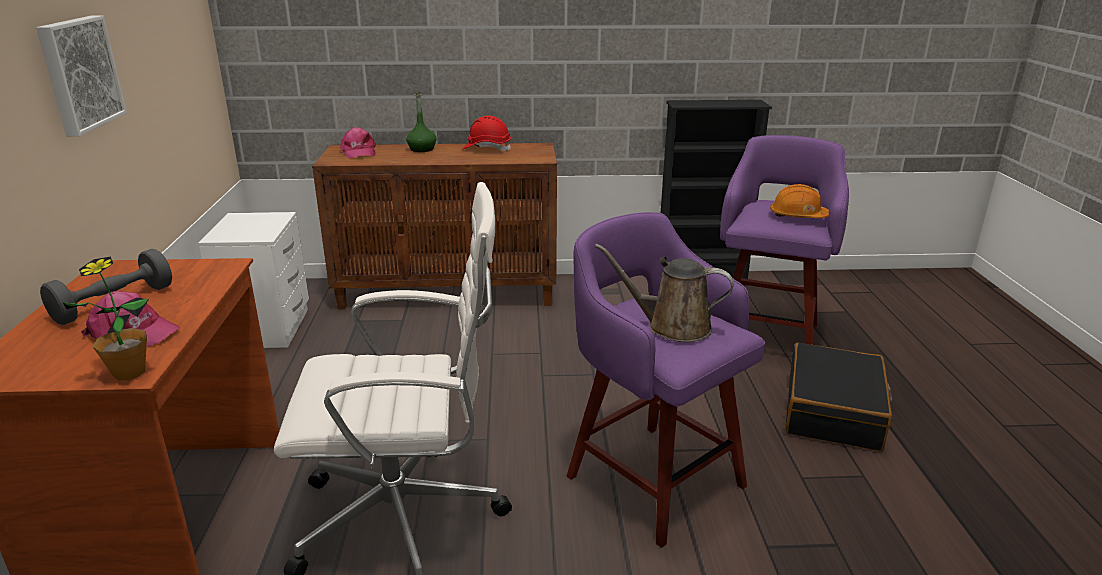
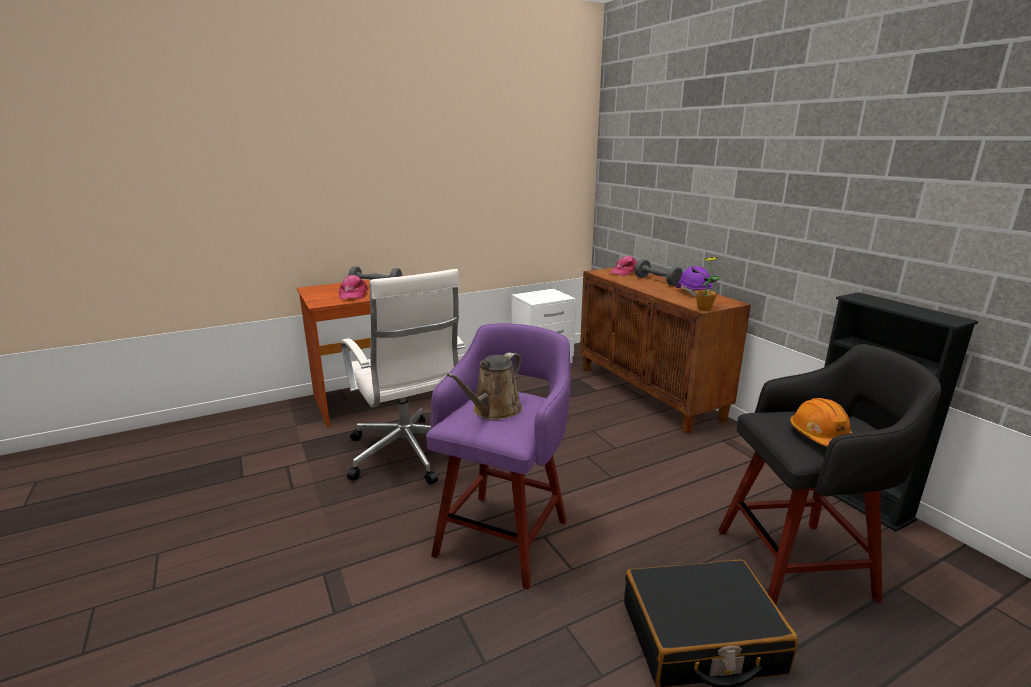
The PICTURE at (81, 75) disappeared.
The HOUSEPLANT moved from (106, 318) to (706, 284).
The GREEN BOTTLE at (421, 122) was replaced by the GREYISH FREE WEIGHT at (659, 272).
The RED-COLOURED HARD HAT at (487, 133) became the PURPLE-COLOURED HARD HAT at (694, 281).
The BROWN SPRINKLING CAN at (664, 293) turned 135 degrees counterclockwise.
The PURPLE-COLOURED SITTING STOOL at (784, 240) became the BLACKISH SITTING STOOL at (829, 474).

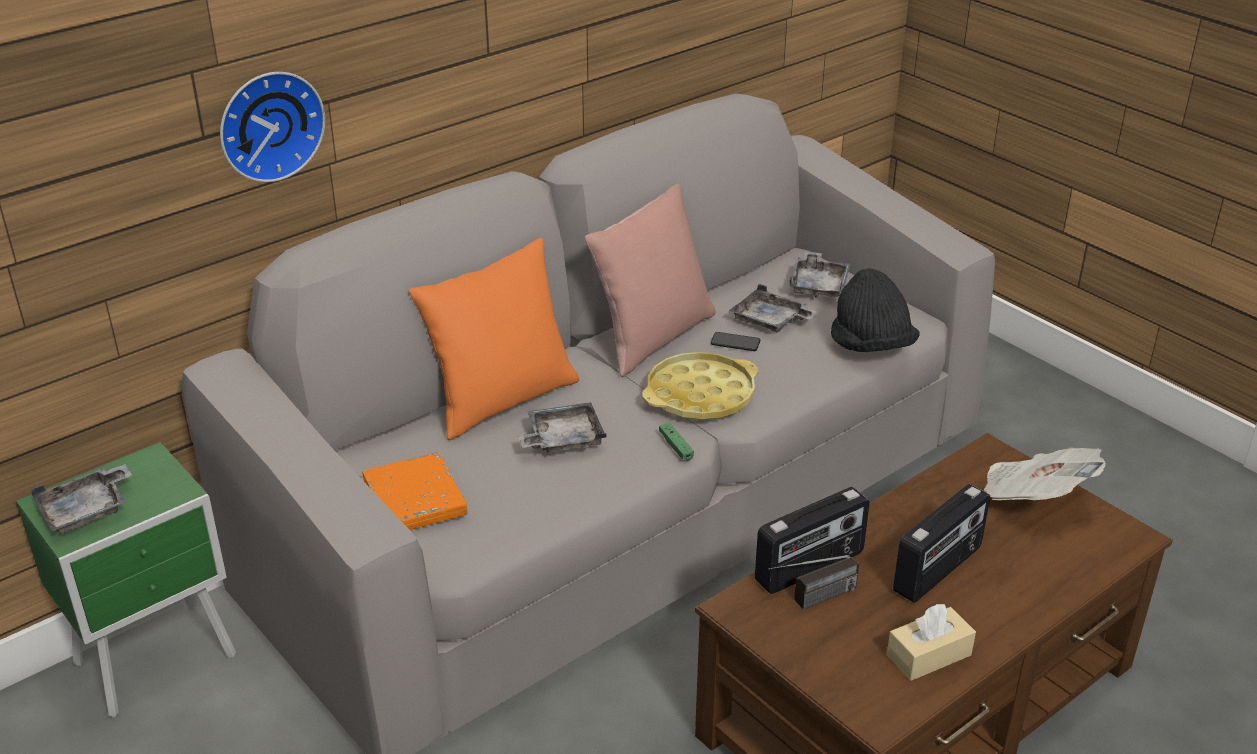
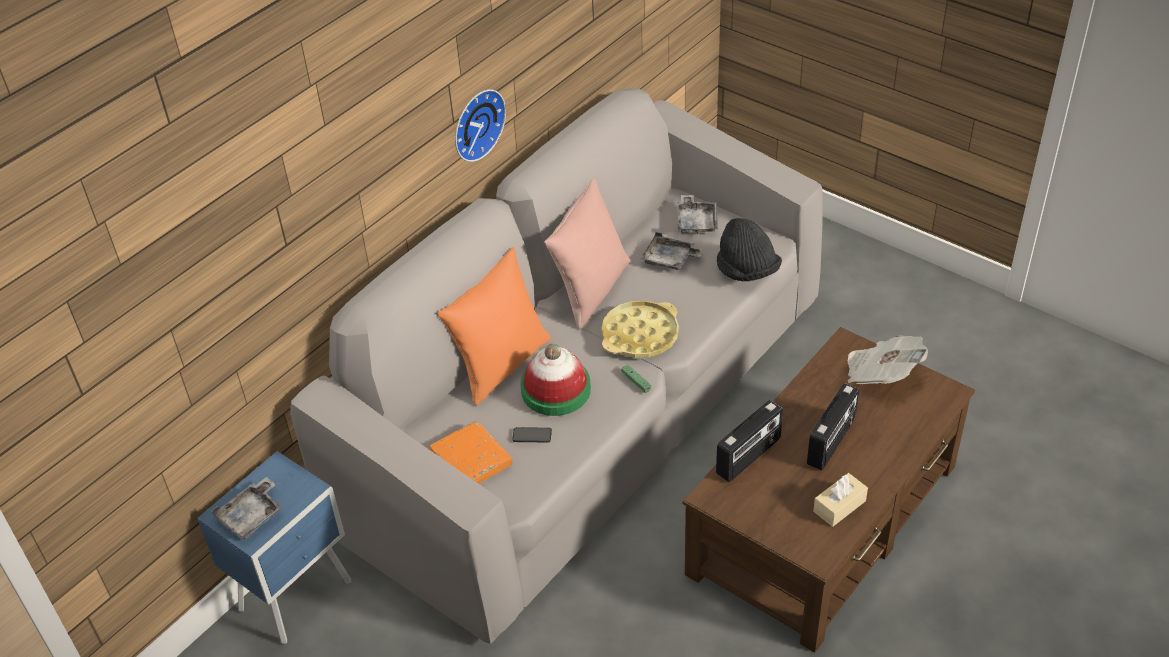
The GREEN NIGHT TABLE at (126, 580) became the BLUE NIGHT TABLE at (274, 547).
The HANGING CLOCK moved from (272, 127) to (480, 125).
The GREYISH CARRYING TRAY at (562, 427) was replaced by the HAT at (555, 380).
The TELEPHONE moved from (735, 341) to (532, 434).
The RADIO RECEIVER at (813, 582) disappeared.

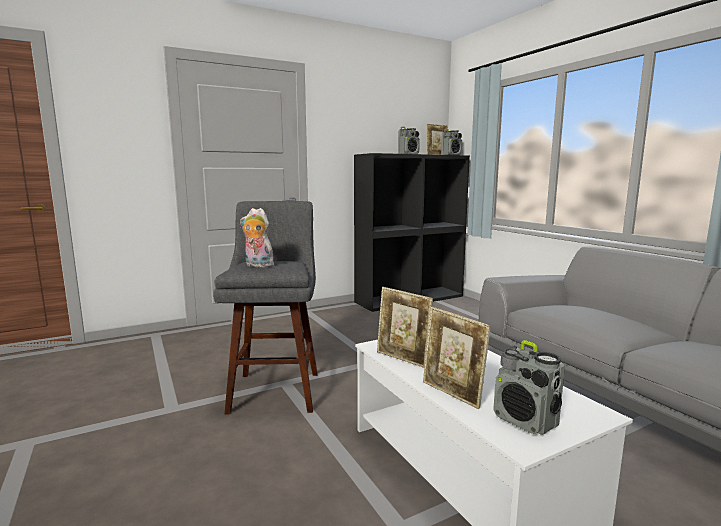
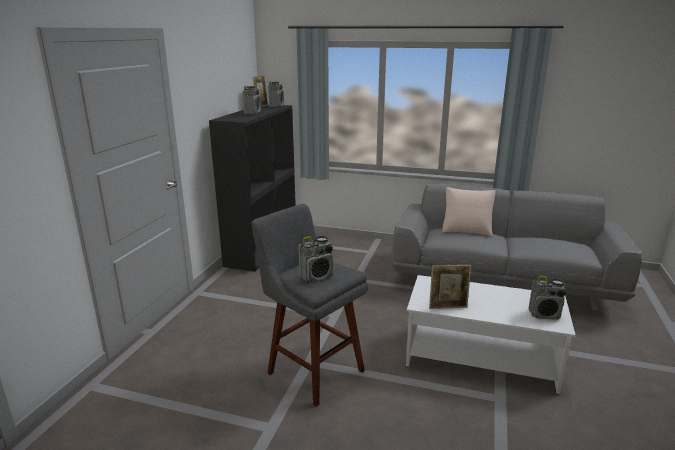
The PLUSH TOY at (257, 238) was replaced by the RADIO RECEIVER at (315, 259).
The PICTURE FRAME at (457, 358) disappeared.
The BEIGE-COLOURED CUSHION at (469, 212) appeared.

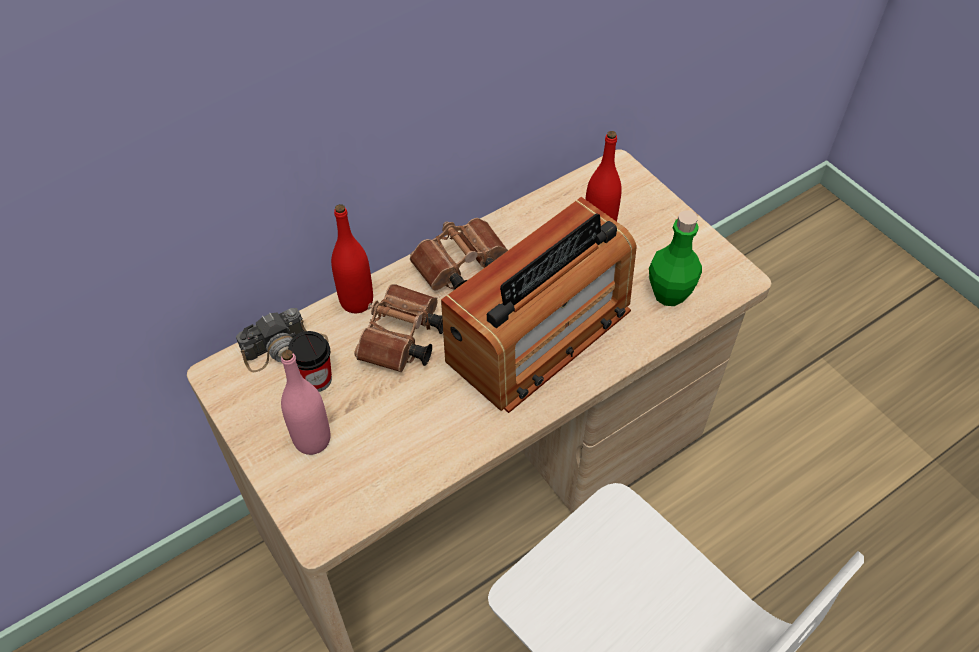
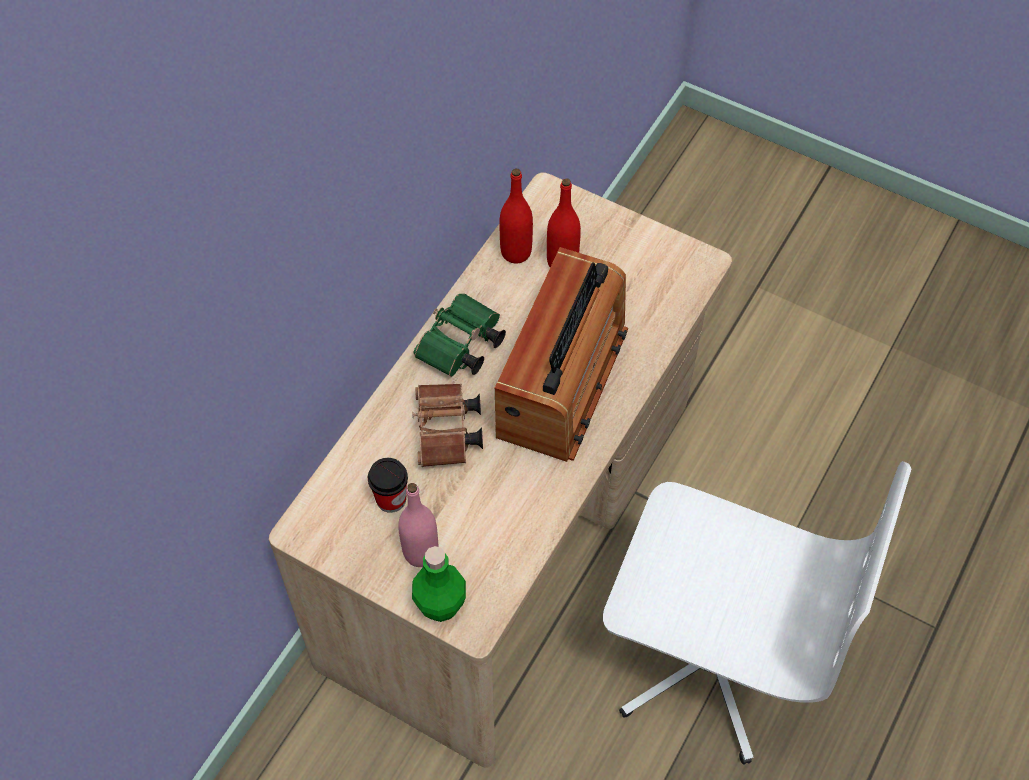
The STILL CAMERA at (282, 340) disappeared.
The RED-COLOURED BOTTLE moved from (352, 258) to (516, 216).
The BROWN PAIR OF BINOCULARS at (459, 254) became the GREEN PAIR OF BINOCULARS at (460, 335).
The GREEN BOTTLE moved from (675, 258) to (439, 584).

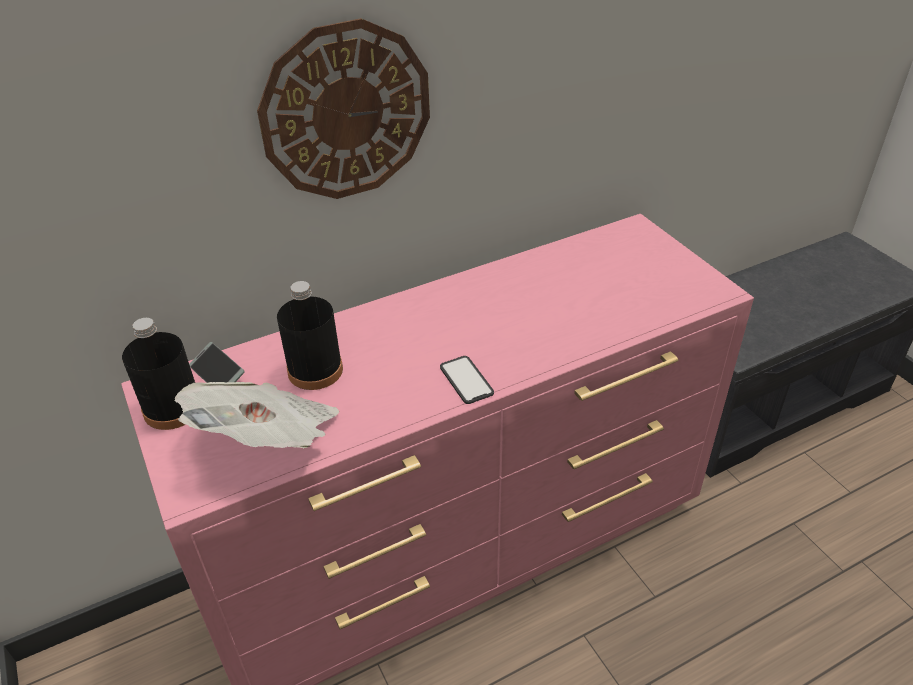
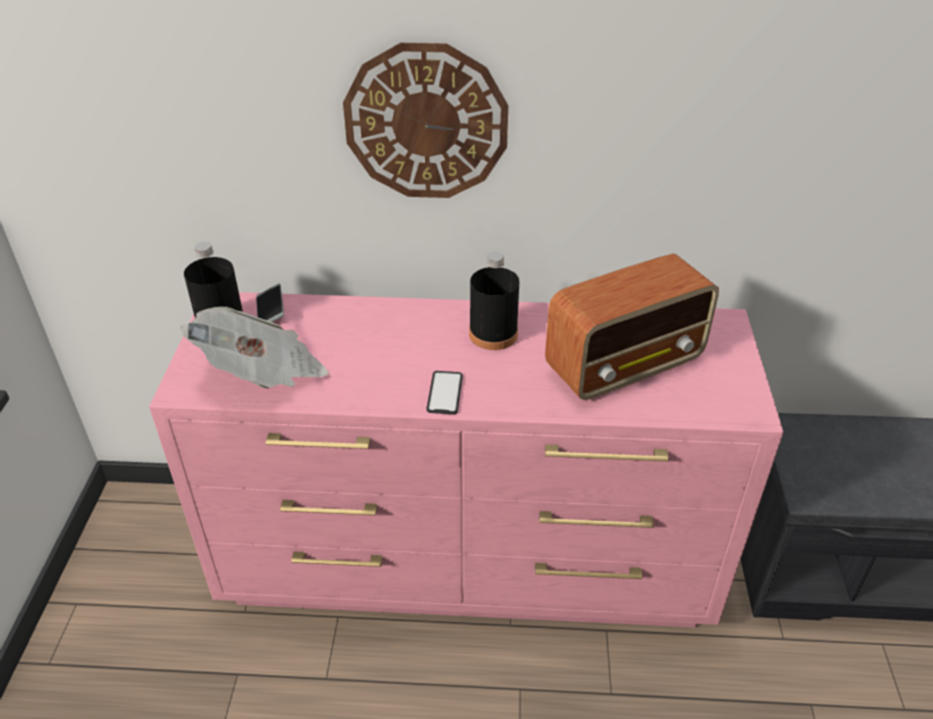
The BLACKISH BOTTLE moved from (310, 335) to (494, 301).
The RADIO RECEIVER at (632, 327) appeared.

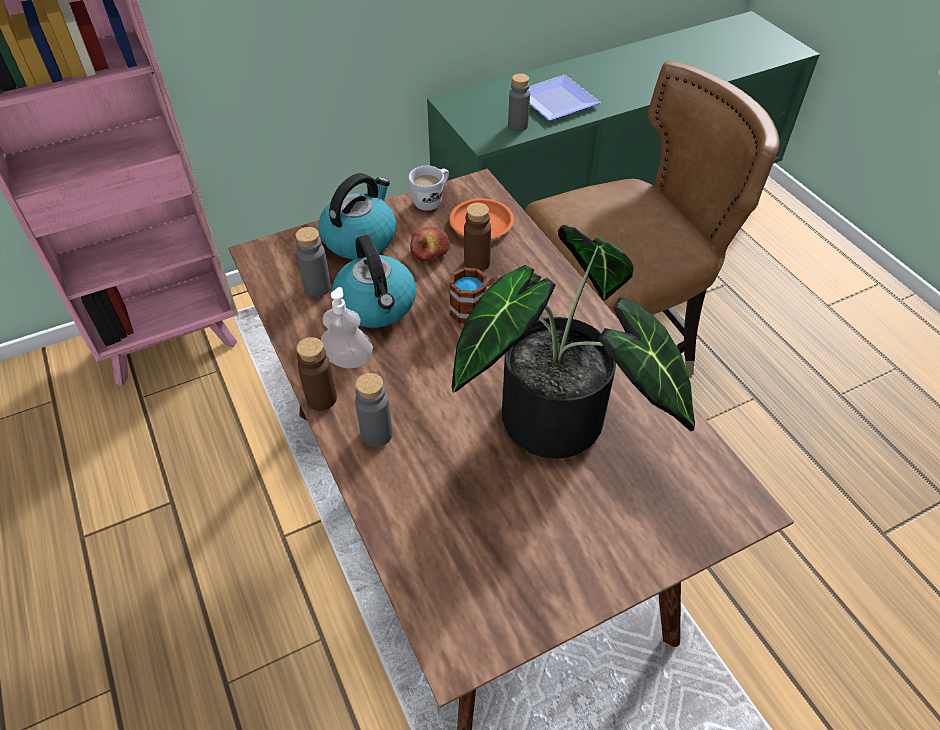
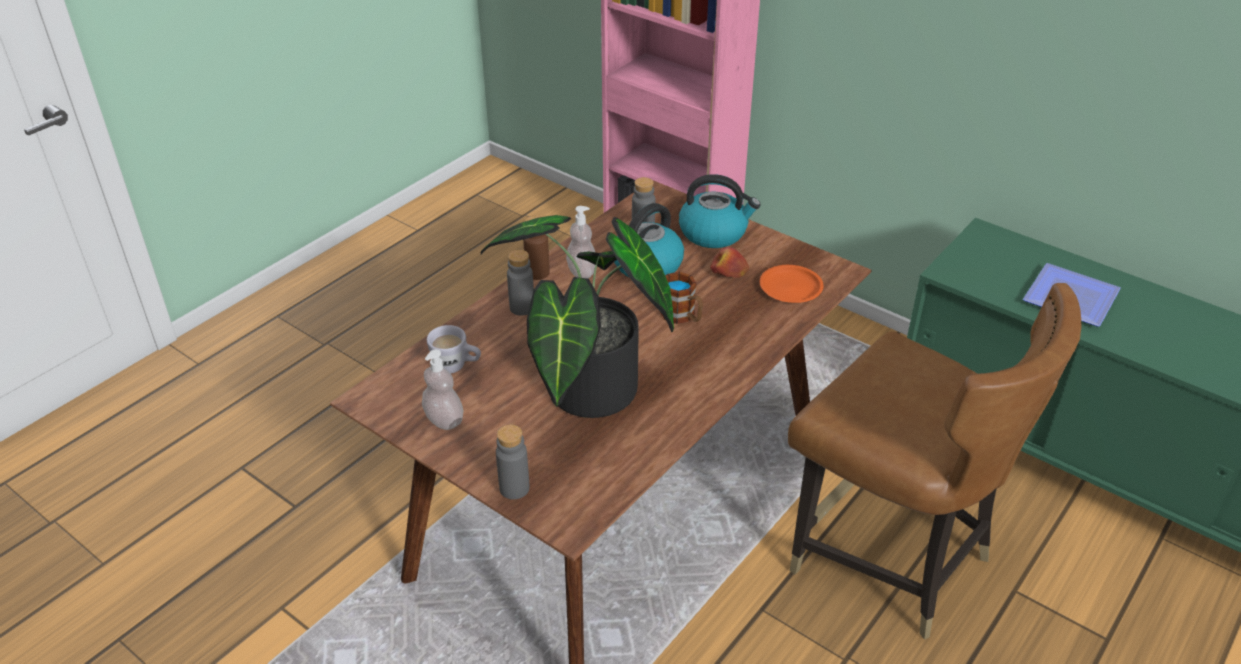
The WHITE COFFEE MUG moved from (428, 188) to (454, 349).
The BROWN BOTTLE at (477, 237) disappeared.
The GREYISH BOTTLE moved from (519, 102) to (513, 461).
The SOAP DISPENSER at (442, 389) appeared.

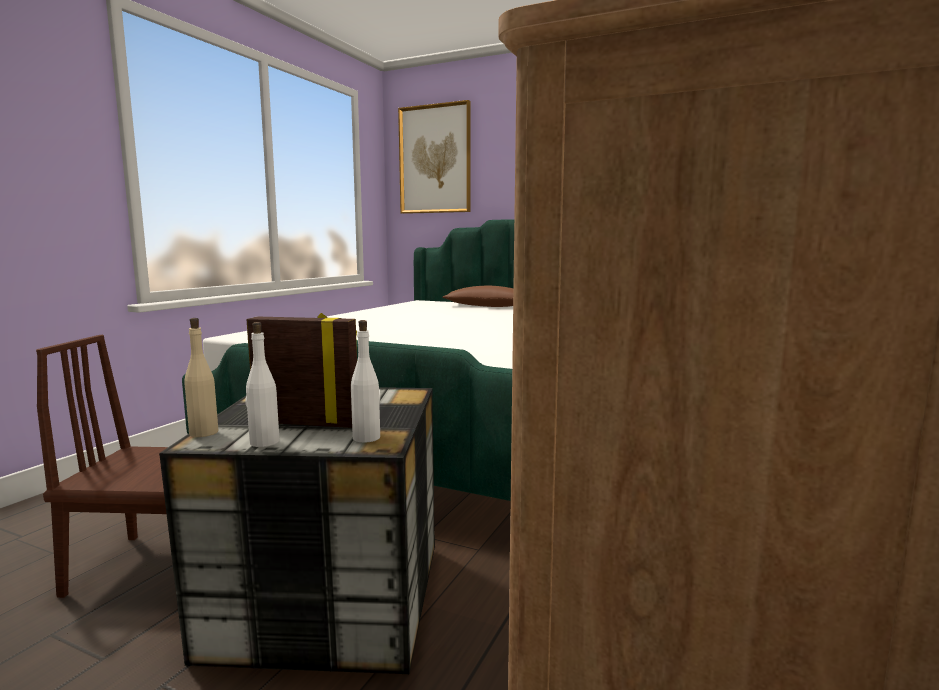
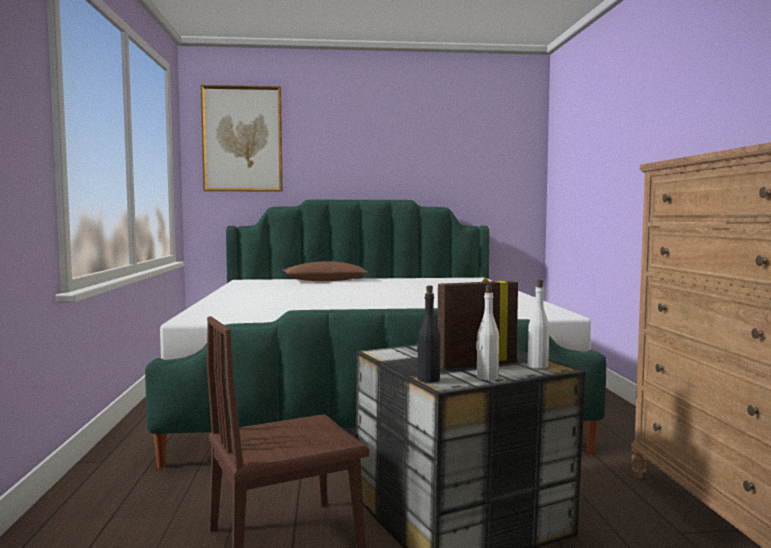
The BEIGE-COLOURED BOTTLE at (202, 377) became the BLACKISH BOTTLE at (428, 334).

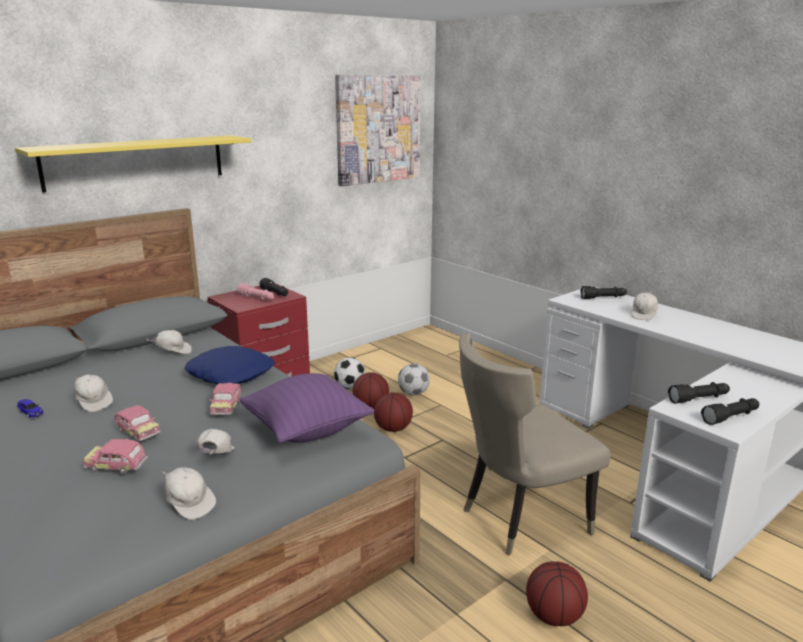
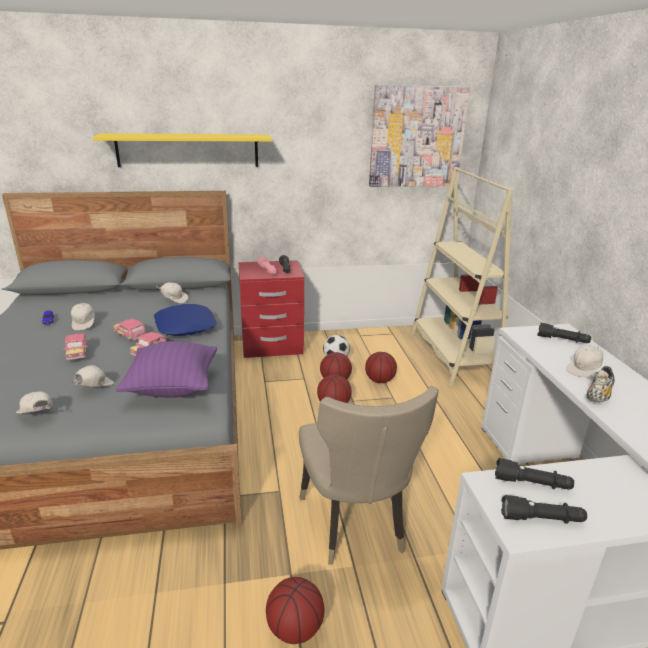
The TOY CAR moved from (115, 456) to (130, 329).
The WHITE CAP at (188, 493) turned 150 degrees clockwise.
The FOOTBALL BALL at (414, 379) was replaced by the BASKETBALL BALL at (381, 367).
The BEIGE-COLOURED PLAIN CHAIR at (534, 444) turned 105 degrees counterclockwise.
The BEIGE-COLOURED SHELVING UNIT at (462, 277) appeared.
The SHOE at (600, 384) appeared.

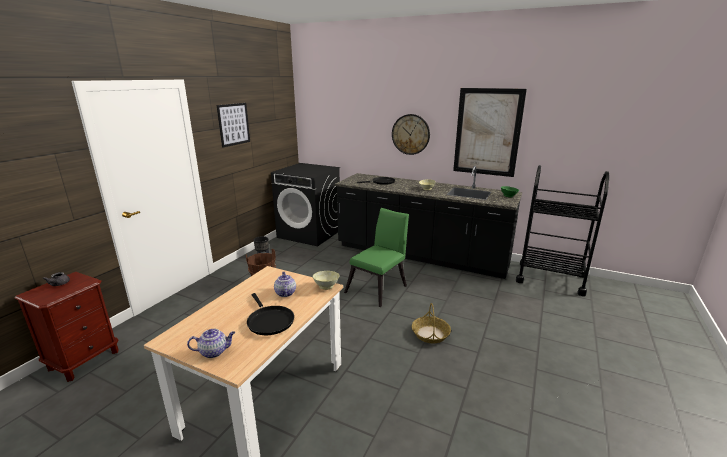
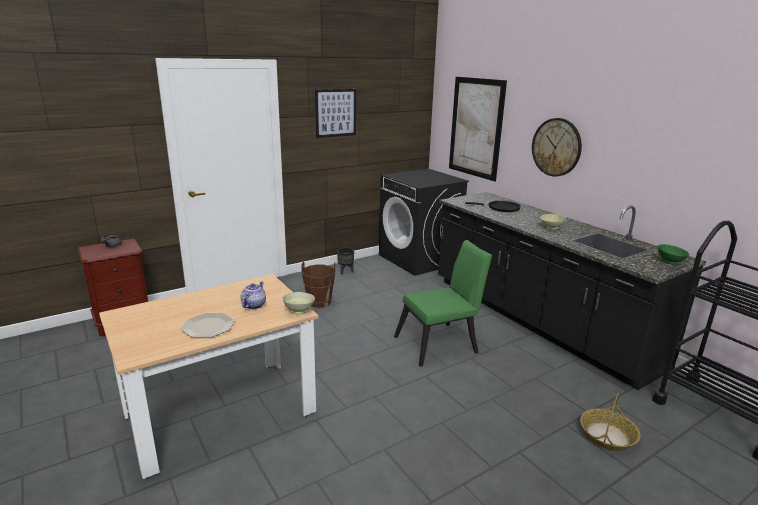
The POT FOR TEA at (211, 343) disappeared.
The BLACKISH SKILLET at (270, 314) was replaced by the FLAT DISH at (208, 325).
The HOUSEHOLD BASKET moved from (431, 323) to (610, 422).
The PICTURE moved from (490, 132) to (478, 129).

